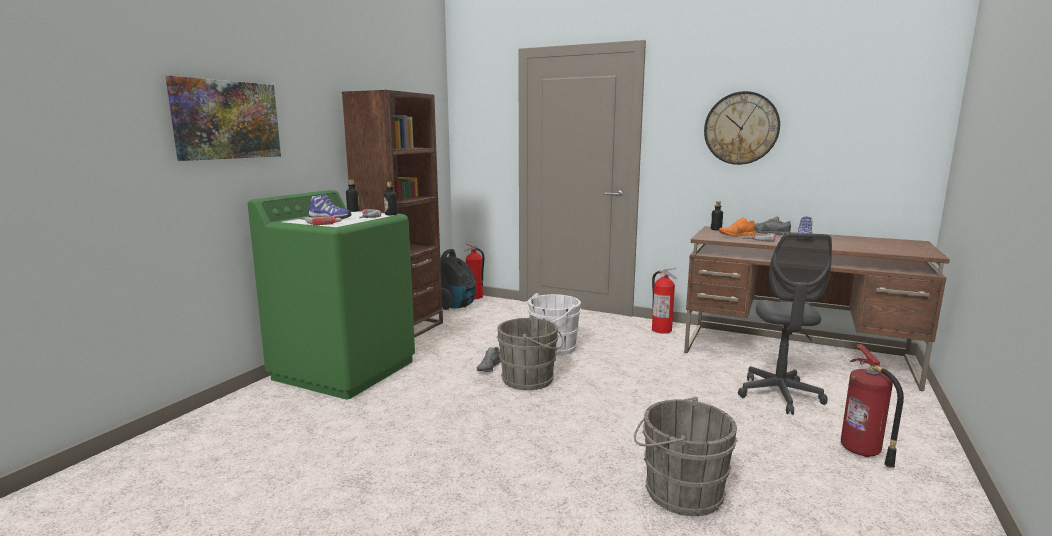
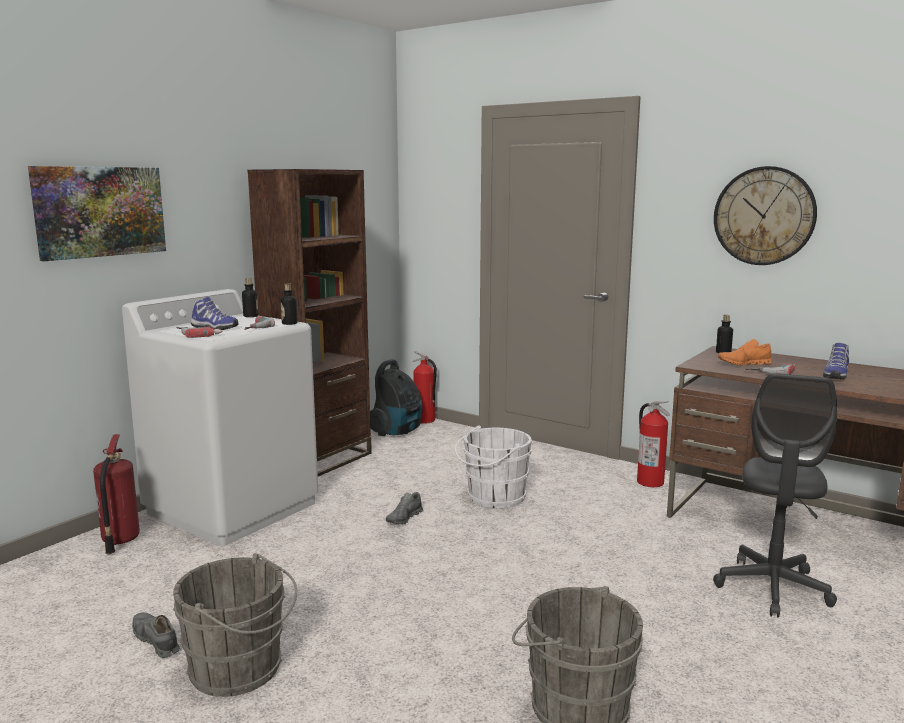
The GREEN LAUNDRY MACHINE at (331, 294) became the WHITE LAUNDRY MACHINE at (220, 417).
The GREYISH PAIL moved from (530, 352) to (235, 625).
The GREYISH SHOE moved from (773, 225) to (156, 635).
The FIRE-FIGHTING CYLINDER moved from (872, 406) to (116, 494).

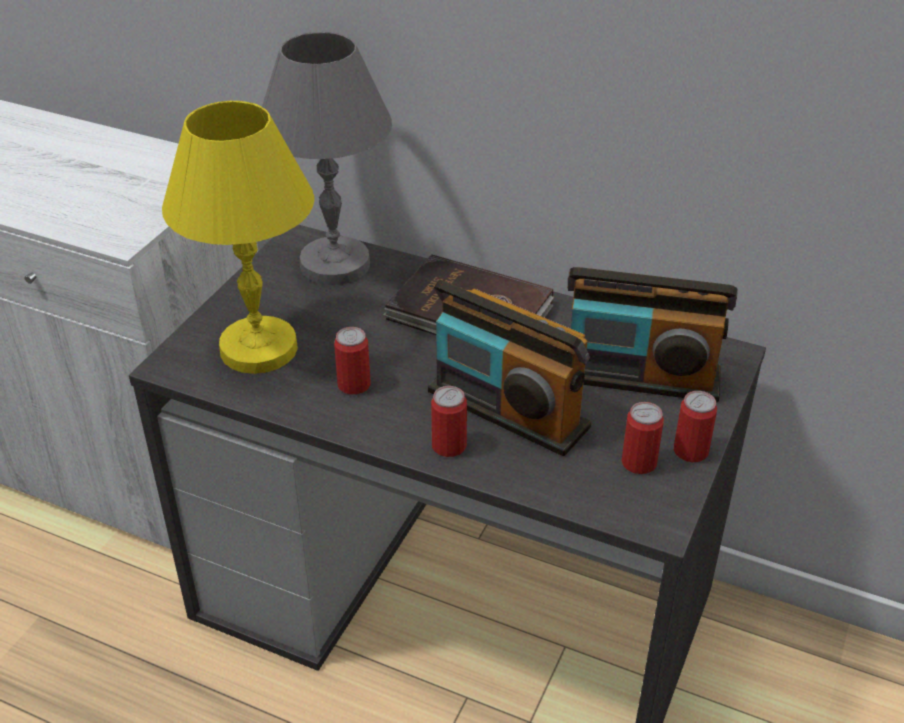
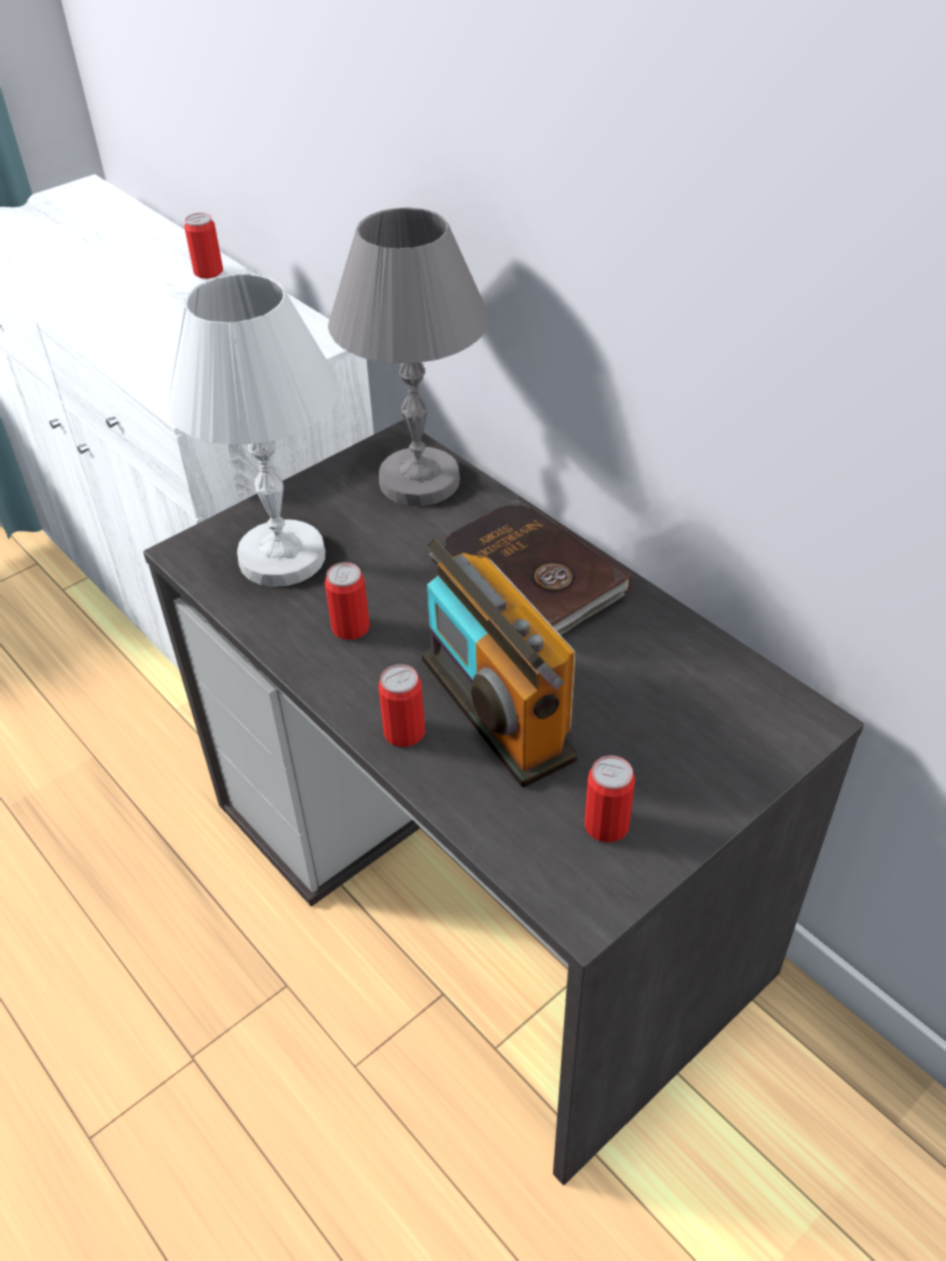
The YELLOW-COLOURED TABLETOP LAMP at (238, 237) became the WHITE TABLETOP LAMP at (252, 430).
The RADIO RECEIVER at (653, 334) disappeared.
The CAN moved from (695, 426) to (203, 246).

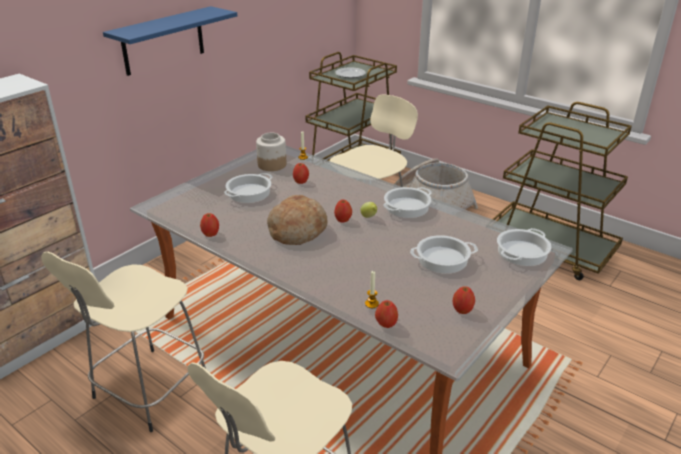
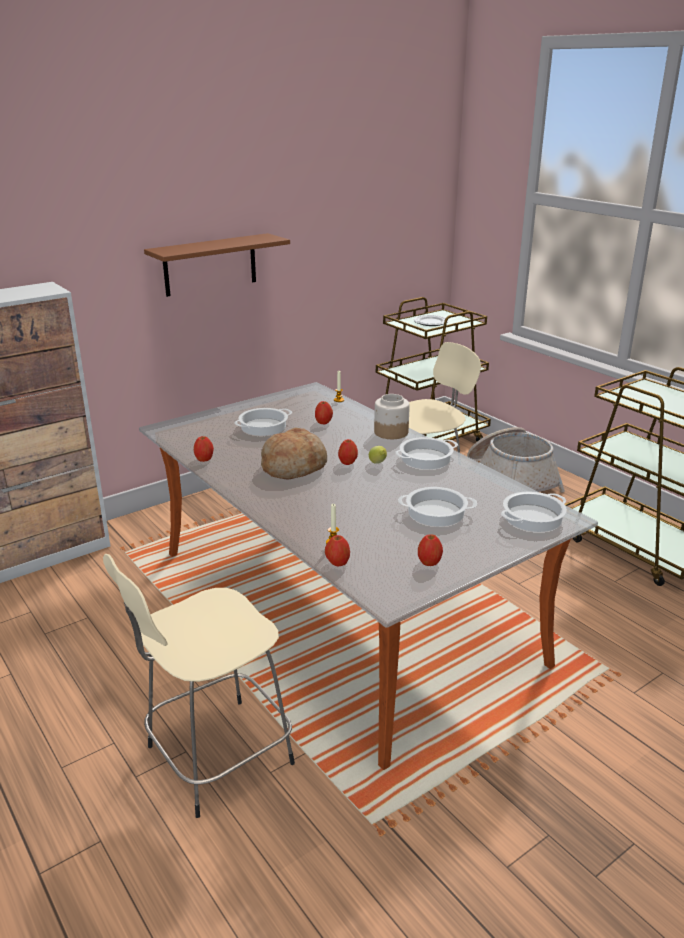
The BEIGE-COLOURED SITTING STOOL at (123, 341) disappeared.
The BLUE WALL SHELF at (170, 41) became the BROWN WALL SHELF at (217, 265).
The JAR moved from (271, 152) to (392, 416).

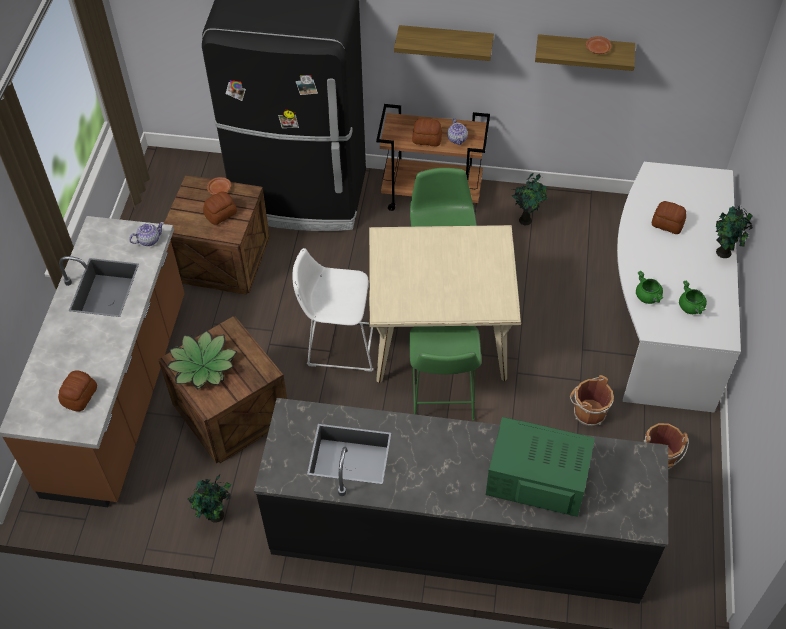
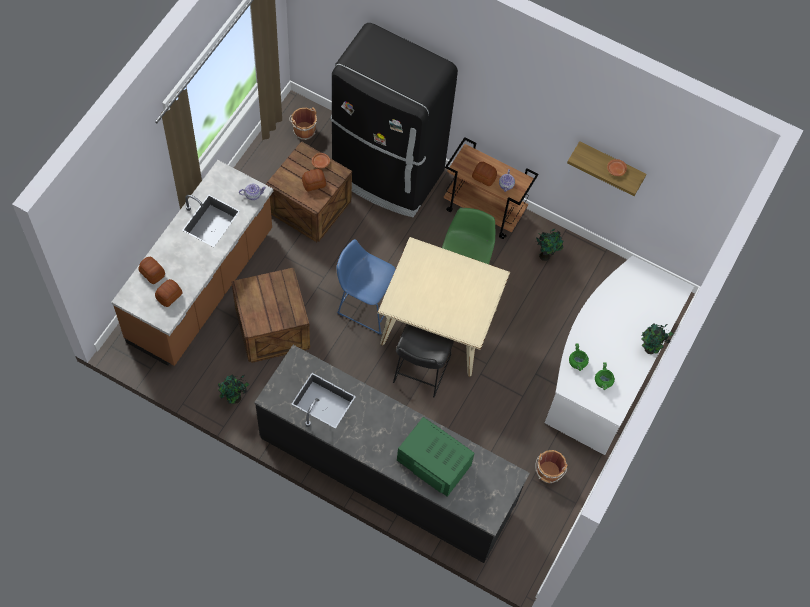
The HOUSEPLANT at (202, 359) disappeared.
The WHITE SITTING STOOL at (333, 310) became the BLUE SITTING STOOL at (366, 286).
The WALL SHELF at (444, 43) disappeared.
The GREEN SITTING STOOL at (445, 373) became the BLACKISH SITTING STOOL at (423, 360).
The BROWN PAIL moved from (592, 400) to (303, 123).
The BREAD moved from (669, 217) to (151, 270).

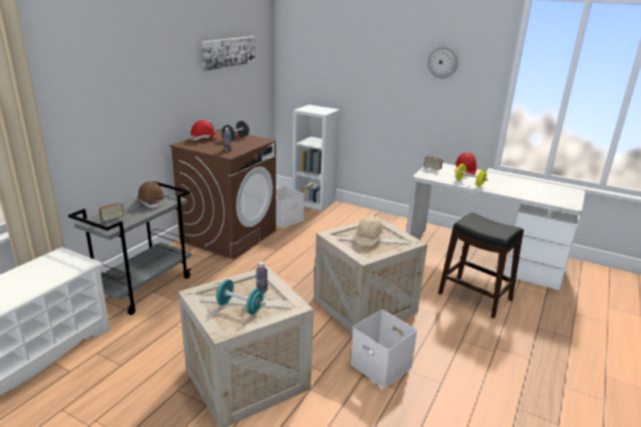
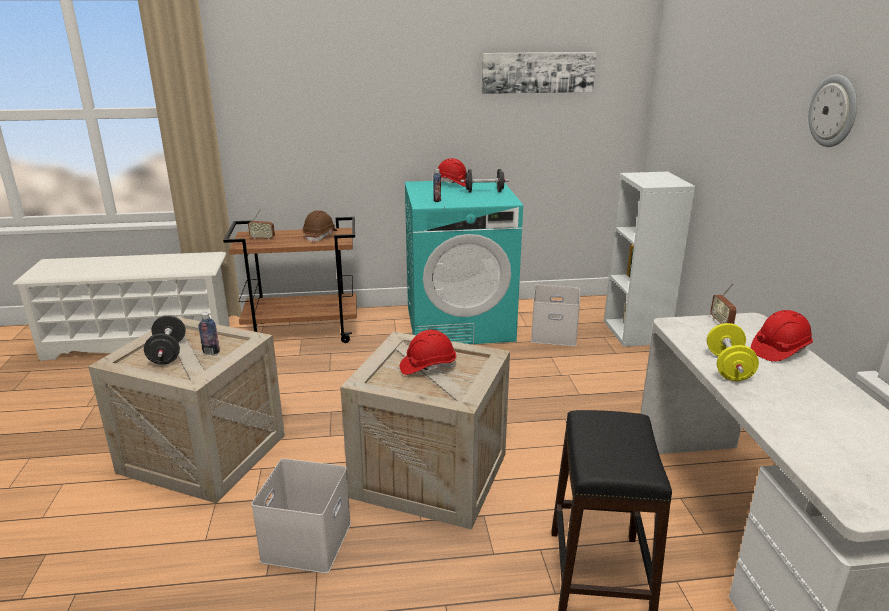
The GREYISH CART at (130, 248) became the BROWN CART at (290, 280).
The BROWN LAUNDRY MACHINE at (222, 194) became the TURQUOISE-COLOURED LAUNDRY MACHINE at (464, 262).
The TURQUOISE-COLOURED FREE WEIGHT at (240, 297) became the BLACKISH FREE WEIGHT at (165, 340).
The BEIGE-COLOURED HARD HAT at (369, 230) became the RED-COLOURED HARD HAT at (428, 352).

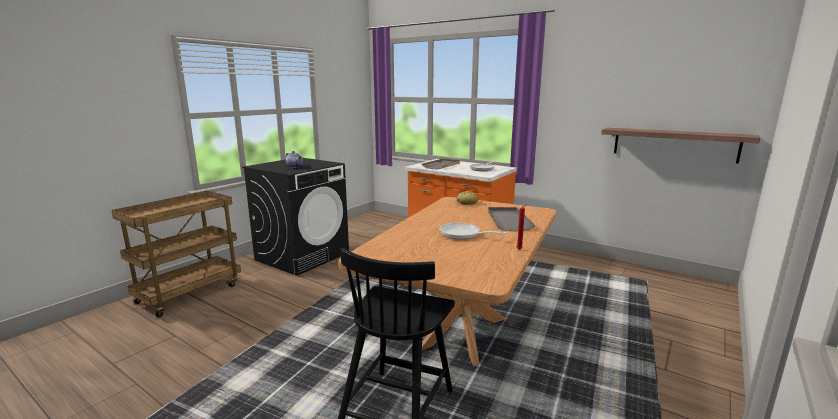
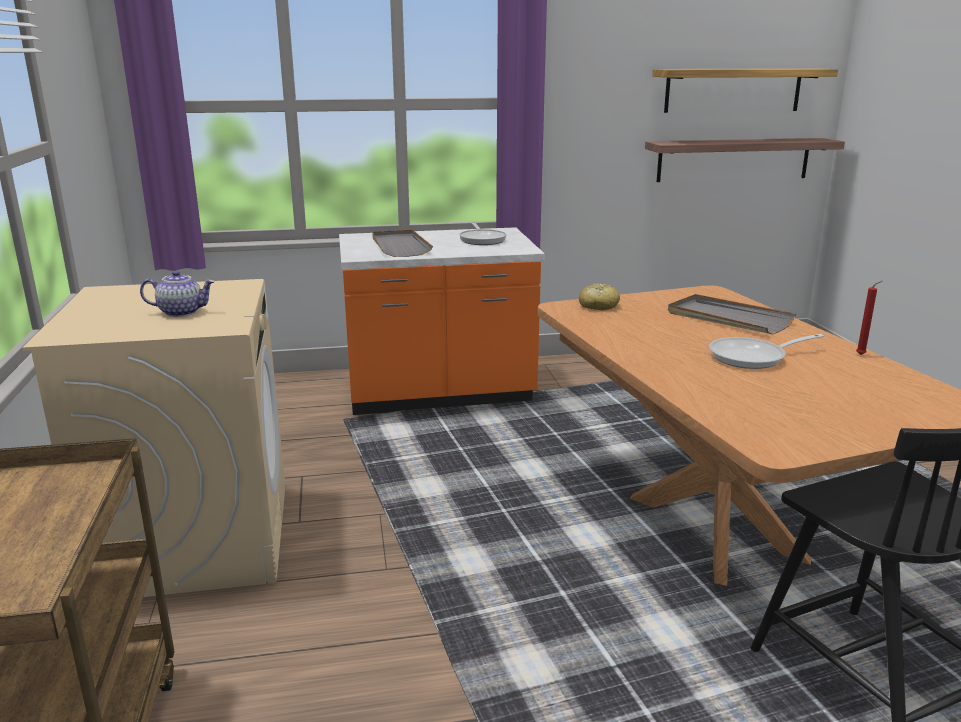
The BLACKISH LAUNDRY MACHINE at (295, 217) became the BEIGE-COLOURED LAUNDRY MACHINE at (153, 438).
The WALL SHELF at (745, 90) appeared.

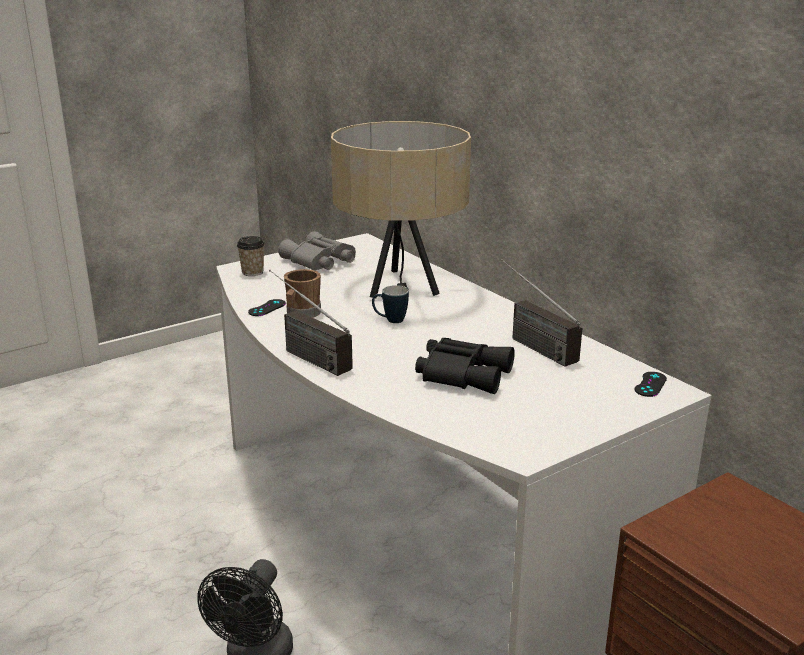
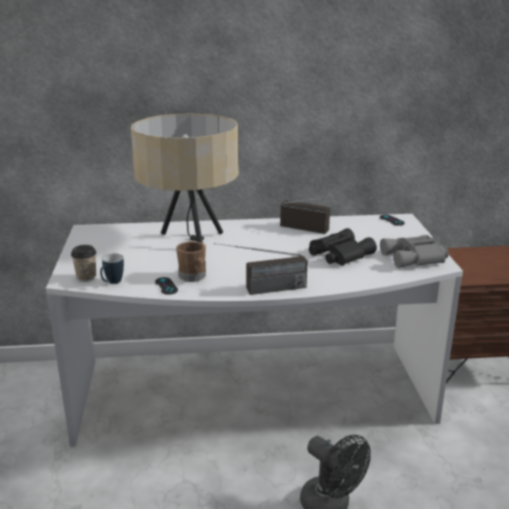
The GREYISH PAIR OF BINOCULARS moved from (317, 251) to (414, 251).
The COFFEE MUG moved from (390, 304) to (112, 268).
The RADIO RECEIVER at (541, 313) turned 150 degrees counterclockwise.

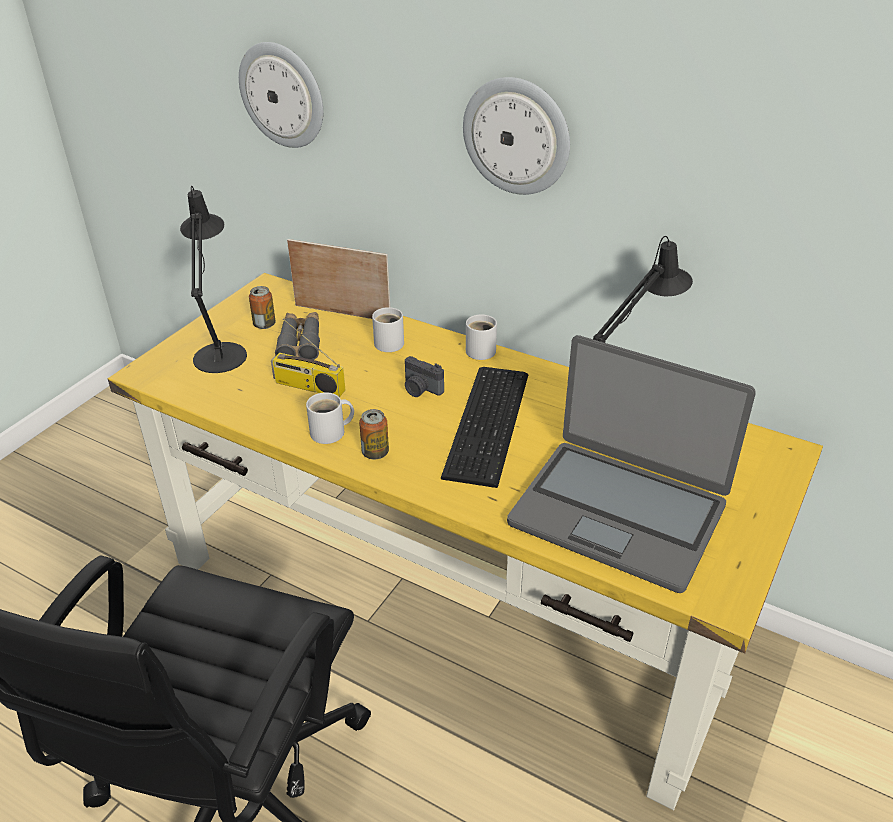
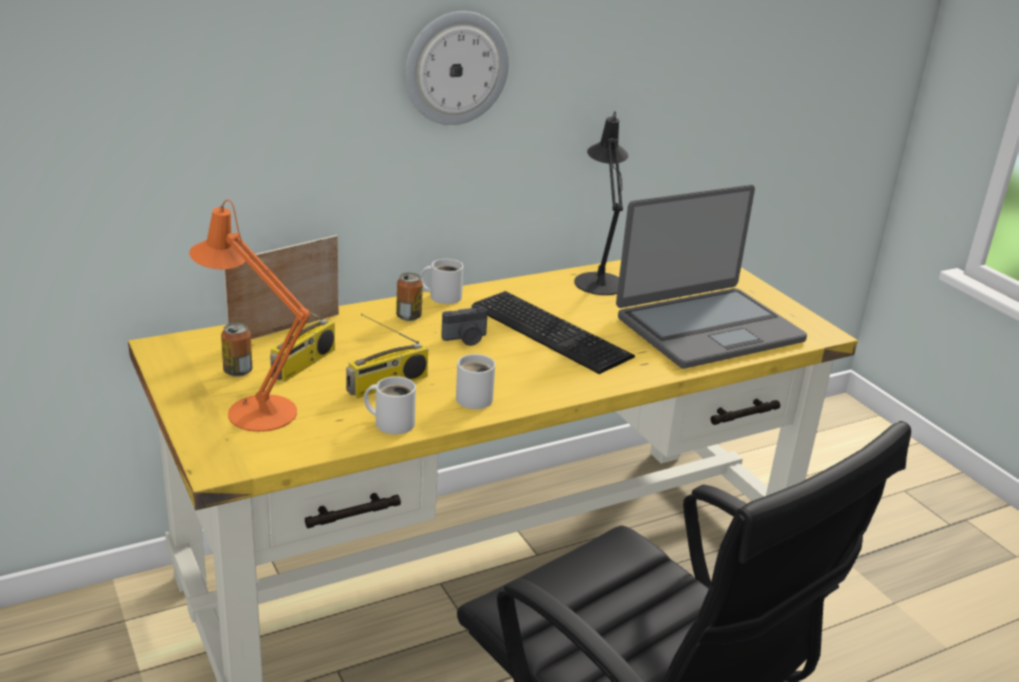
The BLACKISH TABLETOP LAMP at (213, 279) became the ORANGE-COLOURED TABLETOP LAMP at (249, 316).
The HANGING CLOCK at (281, 95) disappeared.
The GREYISH PAIR OF BINOCULARS at (297, 336) was replaced by the RADIO RECEIVER at (302, 340).
The CAN moved from (374, 434) to (409, 297).
The WHITE COFFEE MUG moved from (388, 329) to (390, 405).

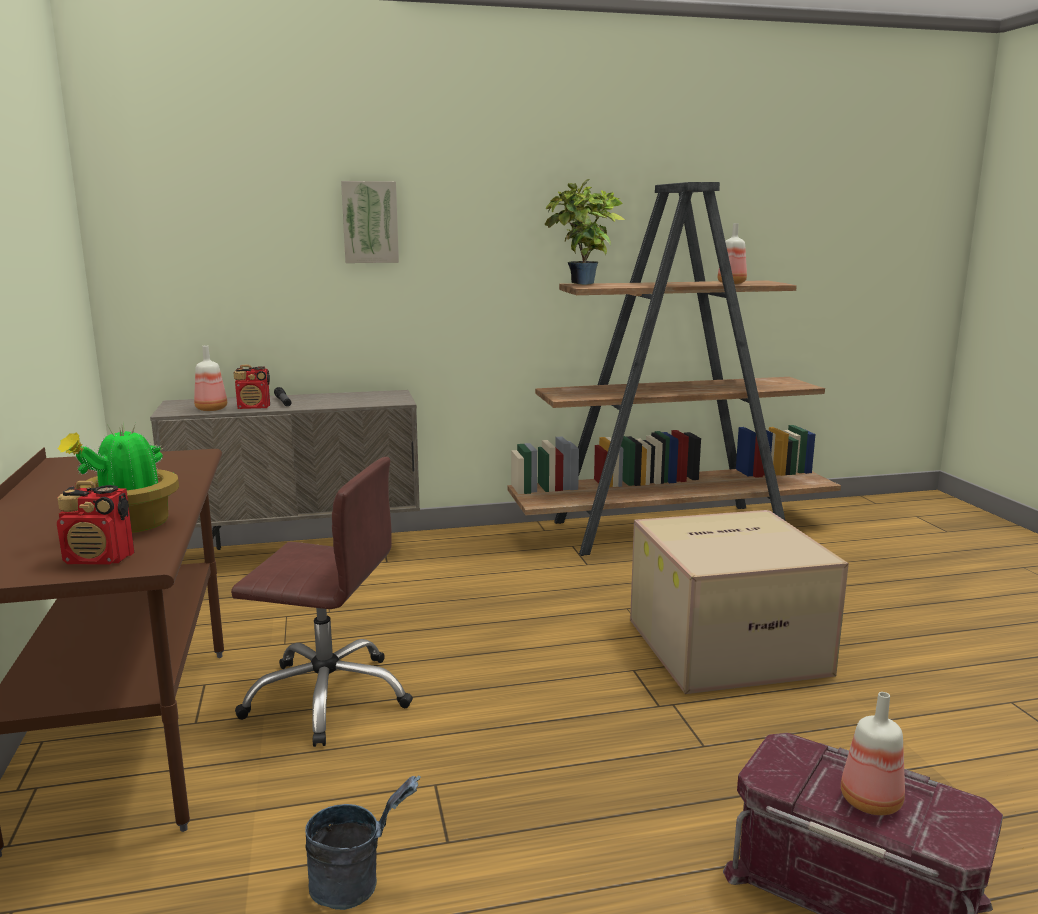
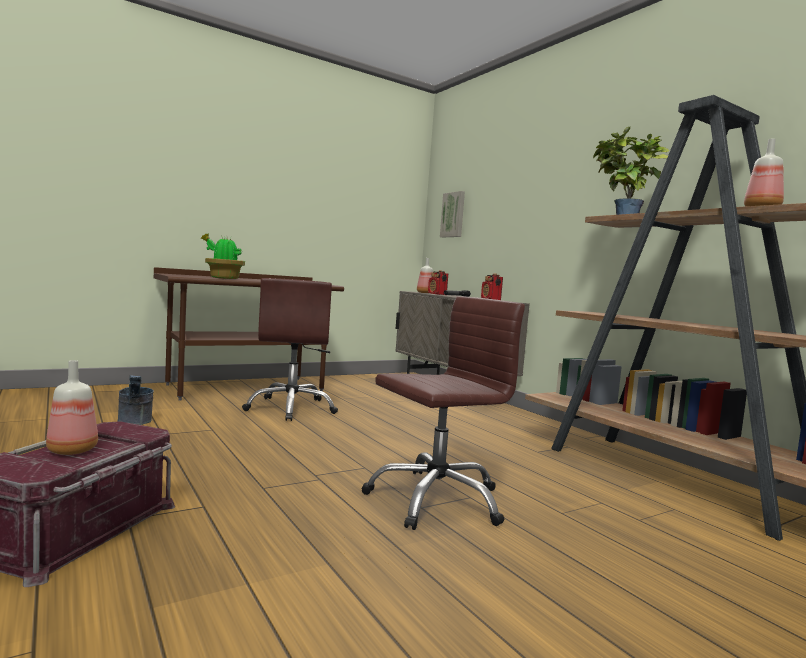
The RADIO RECEIVER moved from (95, 523) to (492, 286).
The PICTURE moved from (370, 222) to (452, 214).
The PACKING BOX at (739, 602) was replaced by the BROWN OFFICE CHAIR at (443, 413).

